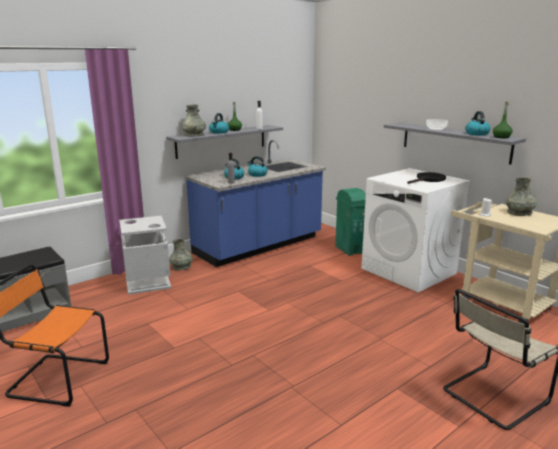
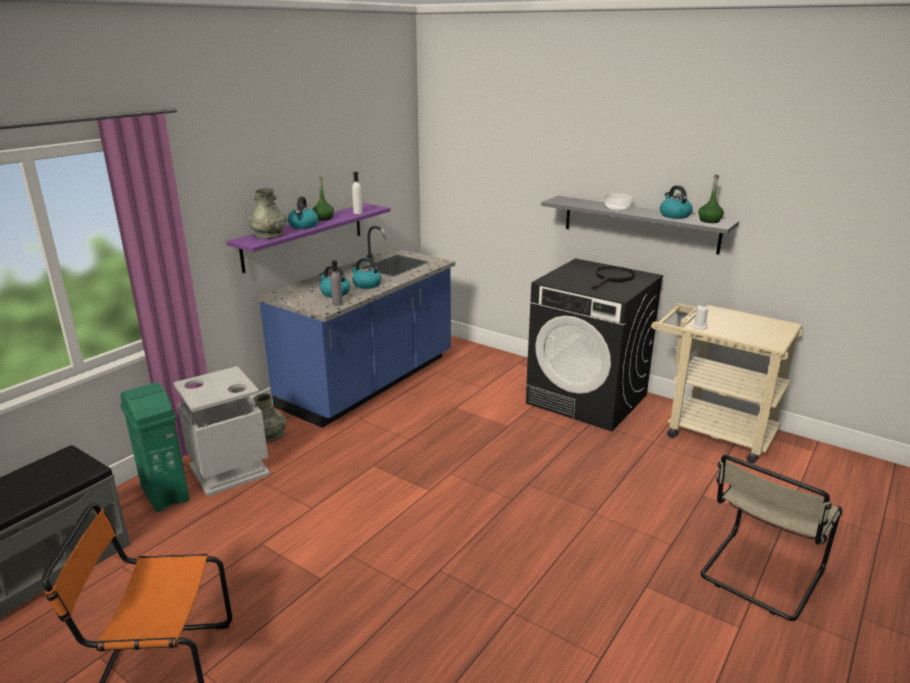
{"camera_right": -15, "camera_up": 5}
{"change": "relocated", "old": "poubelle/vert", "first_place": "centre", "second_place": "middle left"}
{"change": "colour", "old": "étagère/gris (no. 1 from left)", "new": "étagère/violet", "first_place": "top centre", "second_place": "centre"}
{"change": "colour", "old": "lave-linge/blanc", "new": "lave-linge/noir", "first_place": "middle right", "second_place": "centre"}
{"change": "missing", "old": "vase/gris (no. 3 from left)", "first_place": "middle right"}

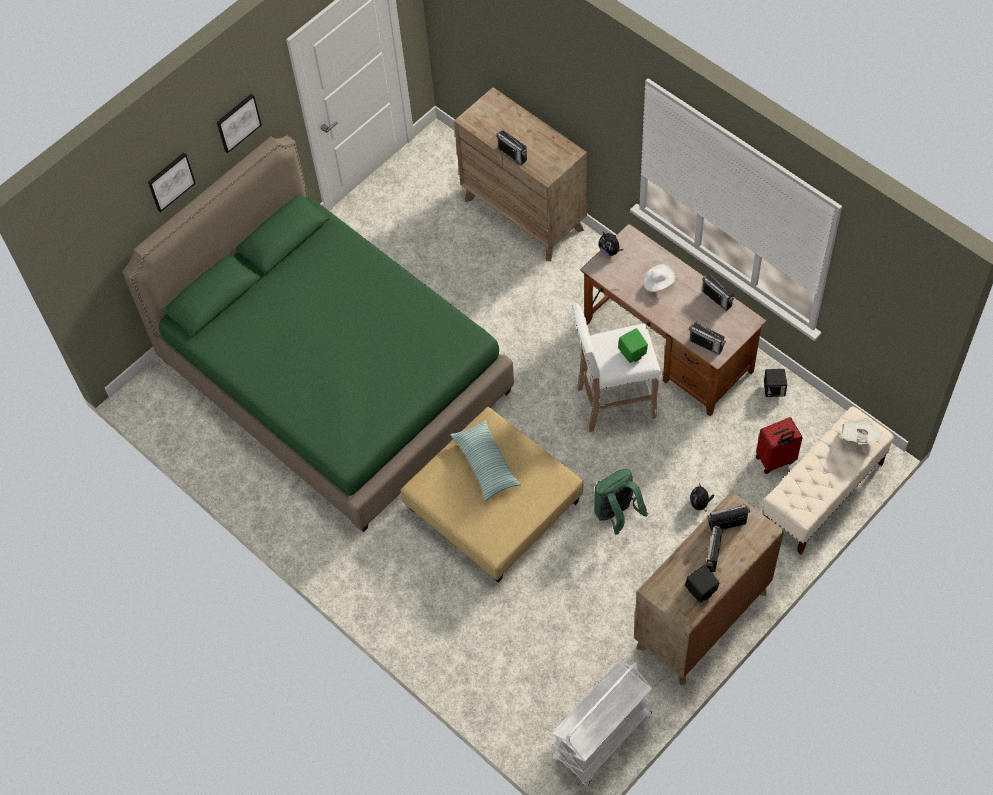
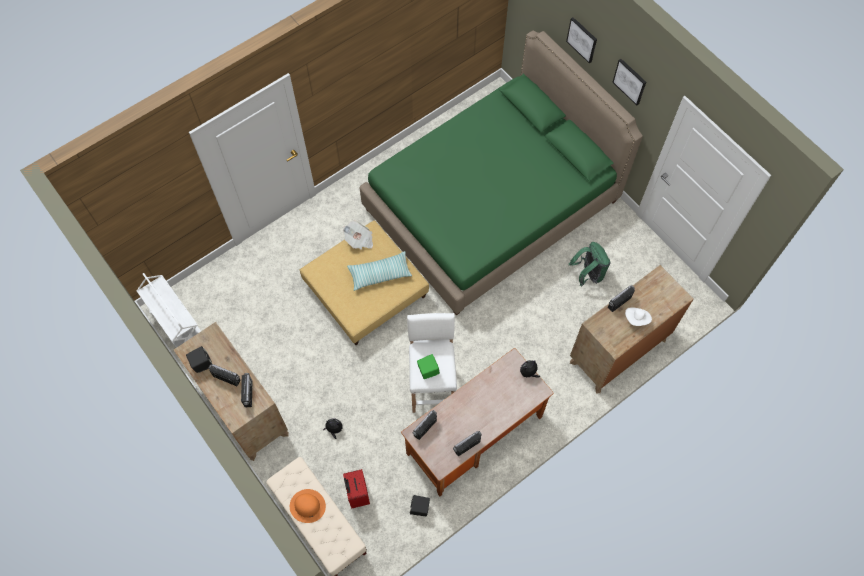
{"camera_right": 95, "camera_up": 5}
{"change": "appeared", "new": "chapeau/orange", "second_place": "bottom centre"}
{"change": "relocated", "old": "journal", "first_place": "middle right", "second_place": "centre"}
{"change": "relocated", "old": "sac à dos/vert", "first_place": "centre", "second_place": "middle right"}
{"change": "relocated", "old": "chapeau/blanc", "first_place": "centre", "second_place": "middle right"}

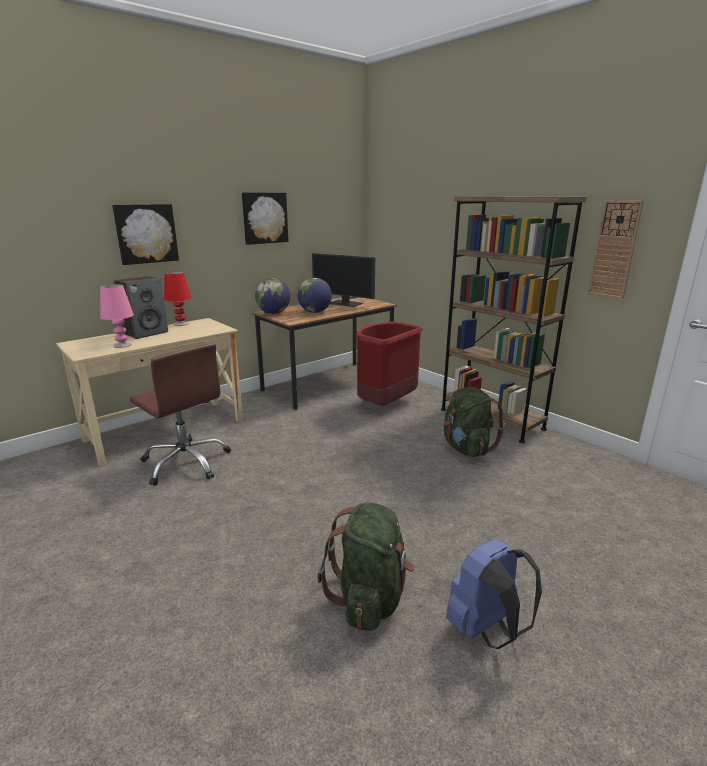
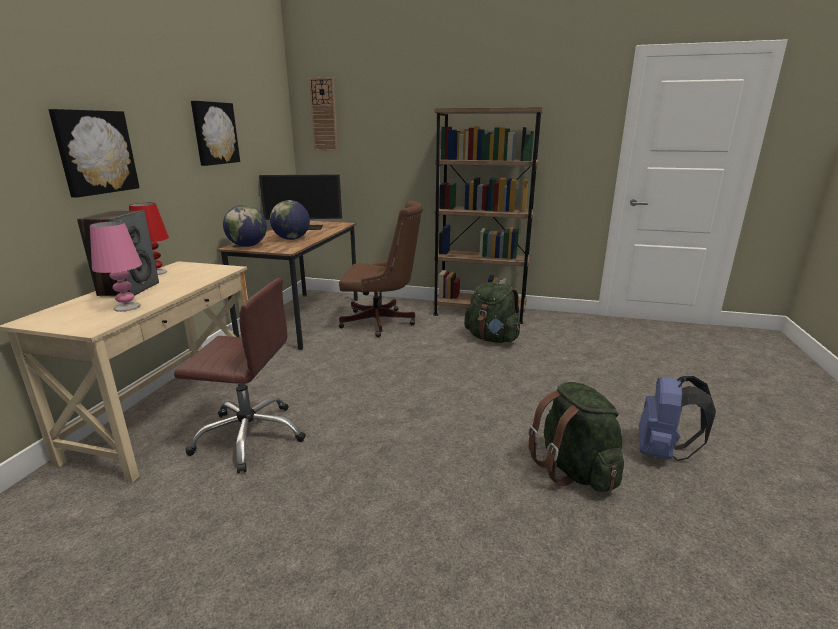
{"camera_right": -35, "camera_up": 0}
{"change": "relocated", "old": "horloge murale", "first_place": "top right", "second_place": "top centre"}
{"change": "exchanged", "old": "poubelle/rouge", "new": "chaise de bureau/marron (no. 2 from left)", "first_place": "centre", "second_place": "centre"}

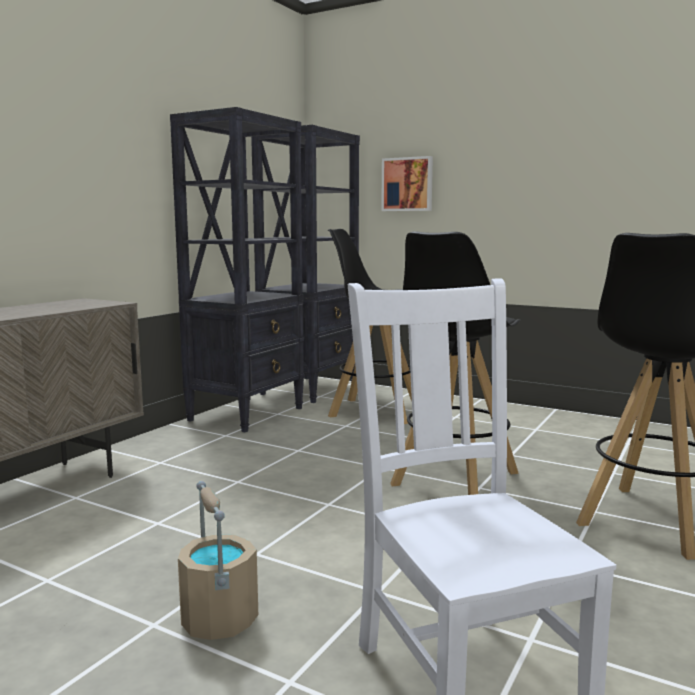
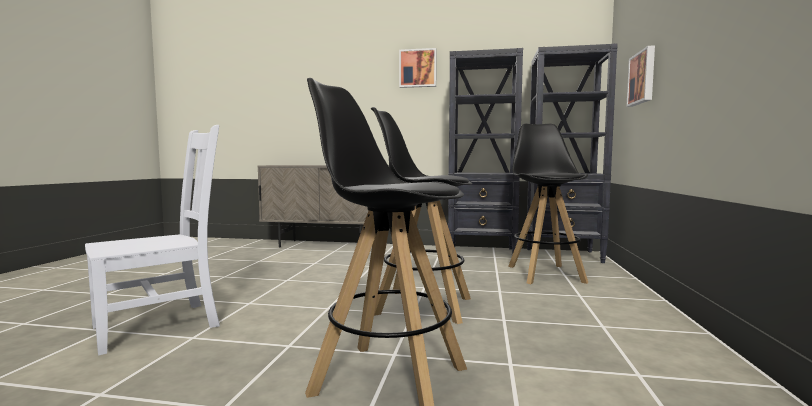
{"camera_right": 70, "camera_up": -5}
{"change": "appeared", "new": "tableau (no. 1 from left)", "second_place": "top centre"}
{"change": "missing", "old": "seau/beige", "first_place": "bottom left"}

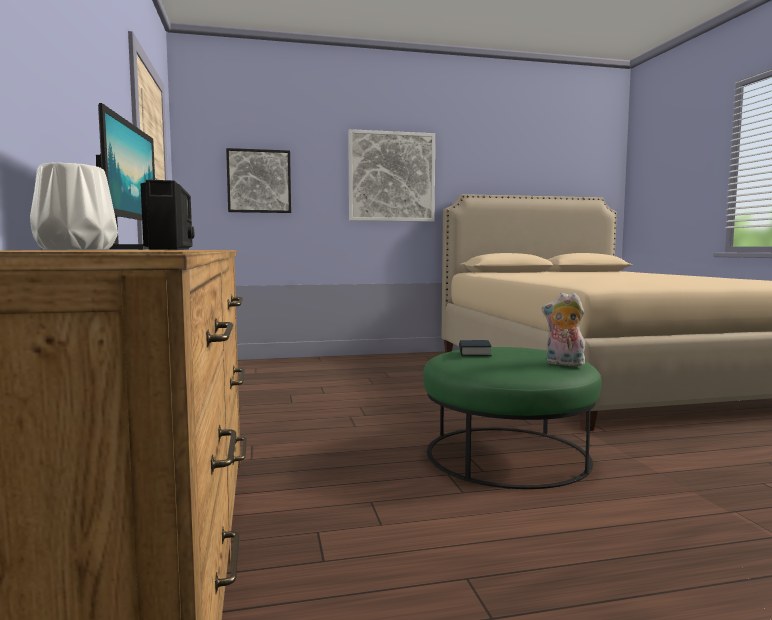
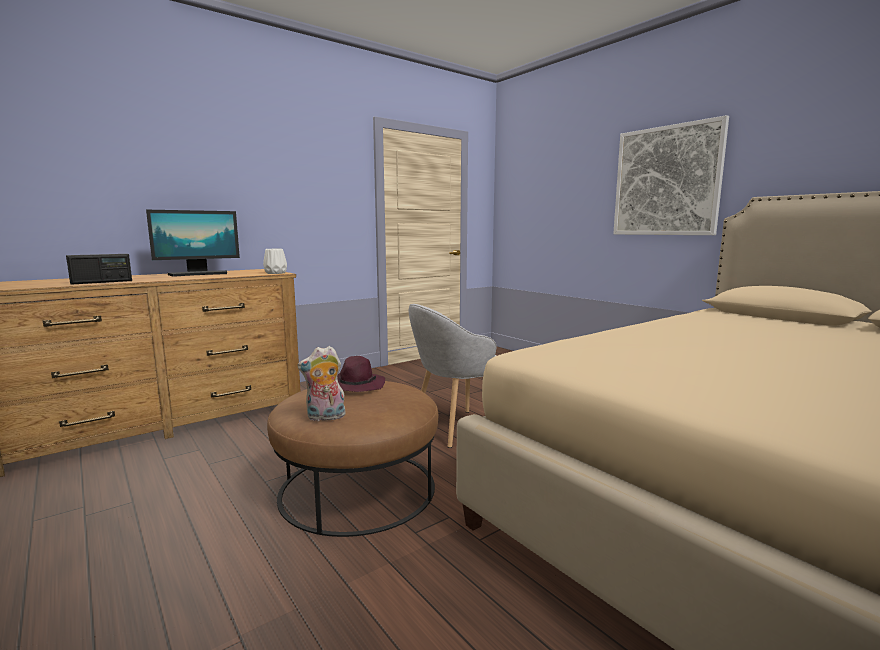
{"camera_right": 65, "camera_up": 5}
{"change": "relocated", "old": "vase/blanc", "first_place": "top left", "second_place": "middle left"}
{"change": "colour", "old": "pouf/vert", "new": "pouf/marron", "first_place": "bottom centre", "second_place": "bottom centre"}
{"change": "spun", "old": "peluche", "first_place": "middle right", "second_place": "centre", "degrees": -105}
{"change": "exchanged", "old": "livre", "new": "chapeau/violet", "first_place": "centre", "second_place": "centre"}
{"change": "appeared", "new": "fauteuil/gris", "second_place": "centre"}
{"change": "missing", "old": "tableau (no. 1 from left)", "first_place": "top centre"}

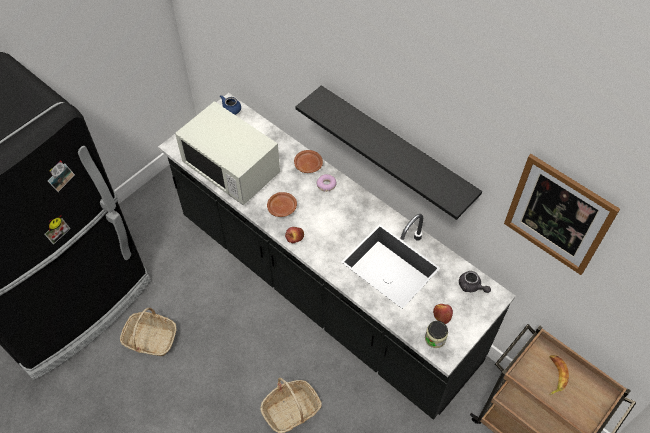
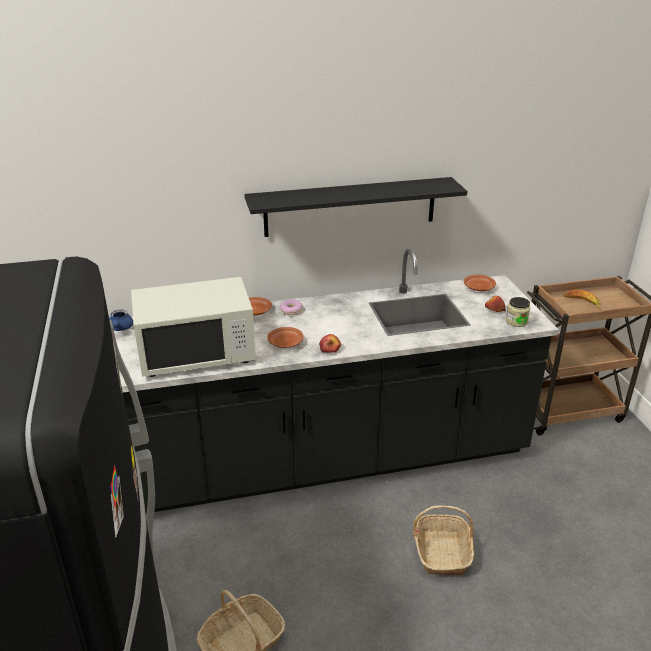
{"camera_right": -55, "camera_up": -25}
{"change": "exchanged", "old": "théière/gris", "new": "assiette/marron (no. 3 from left)", "first_place": "middle right", "second_place": "middle right"}
{"change": "missing", "old": "tableau", "first_place": "middle right"}

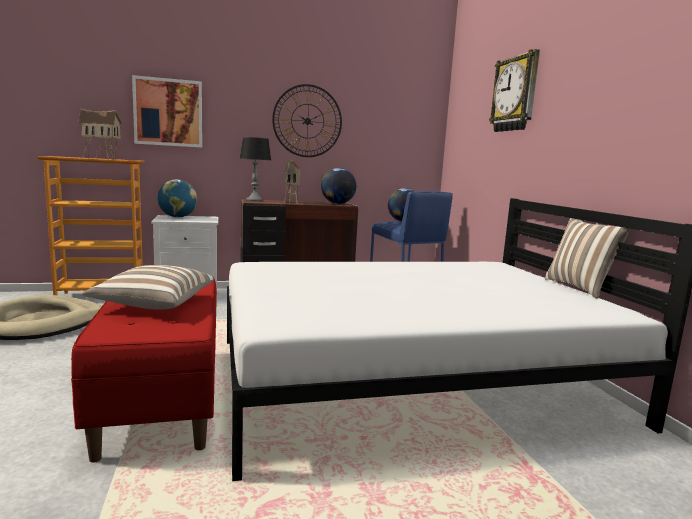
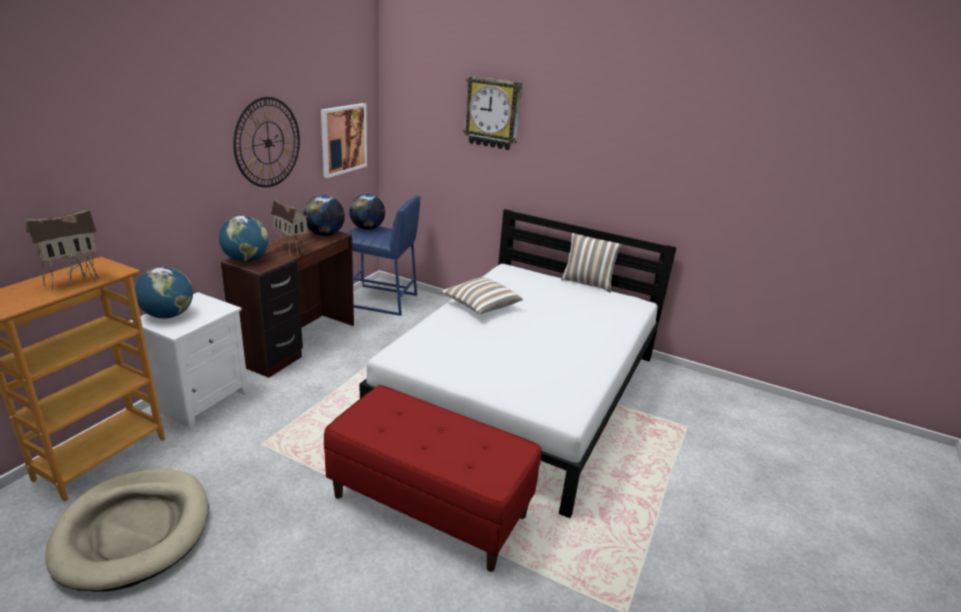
{"camera_right": -50, "camera_up": 15}
{"change": "exchanged", "old": "lampe de table", "new": "globe (no. 2 from left)", "first_place": "top centre", "second_place": "middle left"}
{"change": "relocated", "old": "tableau", "first_place": "top left", "second_place": "top centre"}
{"change": "relocated", "old": "coussin (no. 1 from left)", "first_place": "middle left", "second_place": "centre"}

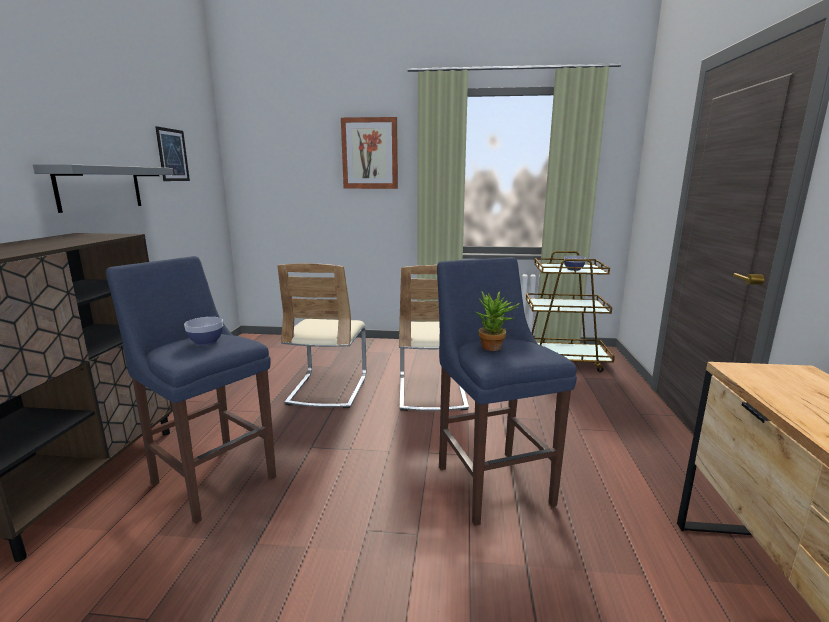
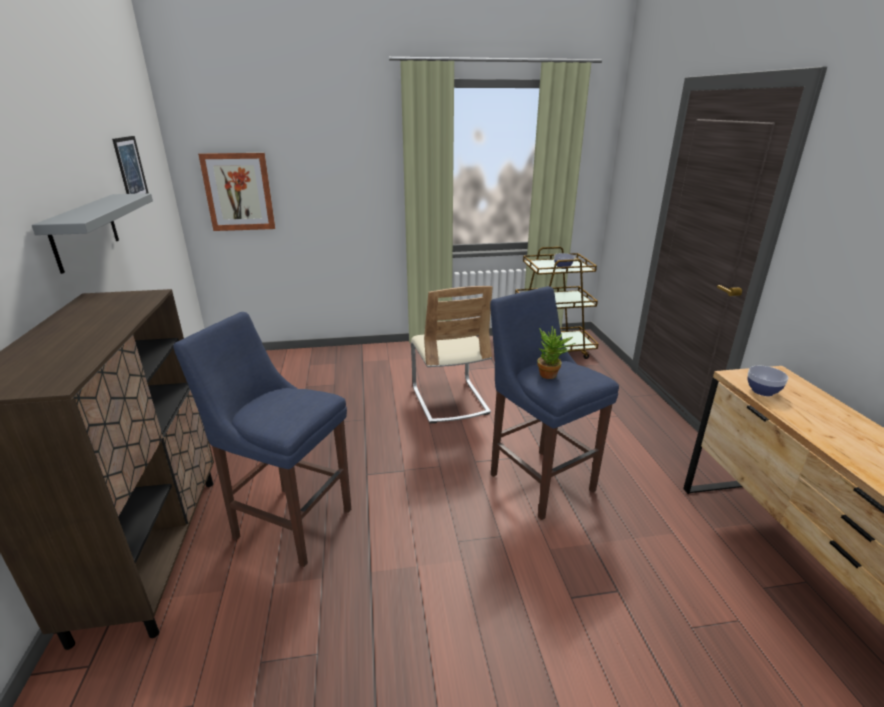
{"camera_right": -15, "camera_up": 10}
{"change": "relocated", "old": "tableau (no. 2 from left)", "first_place": "top centre", "second_place": "top left"}
{"change": "relocated", "old": "bol (no. 1 from left in the first image)", "new": "bol (no. 2 from left)", "first_place": "middle left", "second_place": "middle right"}
{"change": "missing", "old": "chaise/beige (no. 1 from left)", "first_place": "centre"}

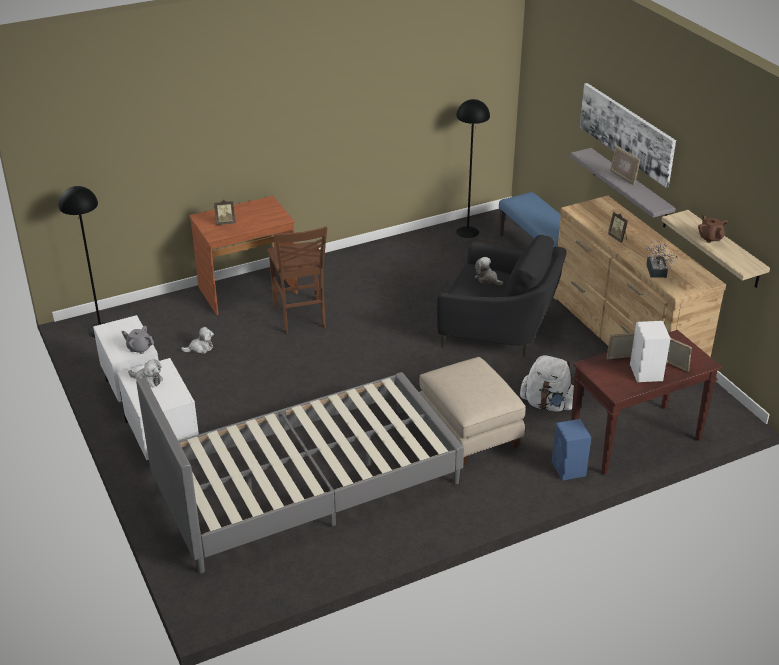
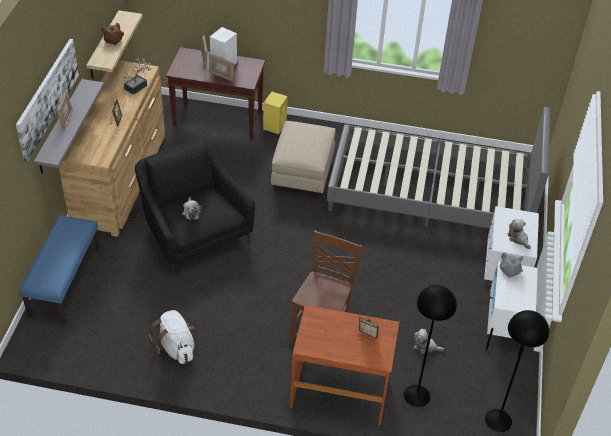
{"camera_right": -145, "camera_up": 10}
{"change": "relocated", "old": "sac à dos/blanc", "first_place": "middle right", "second_place": "bottom left"}
{"change": "colour", "old": "enceinte/bleu", "new": "enceinte/jaune", "first_place": "bottom right", "second_place": "top centre"}
{"change": "relocated", "old": "lampadaire/noir (no. 2 from left in the first image)", "new": "lampadaire/noir (no. 1 from left)", "first_place": "top centre", "second_place": "bottom right"}

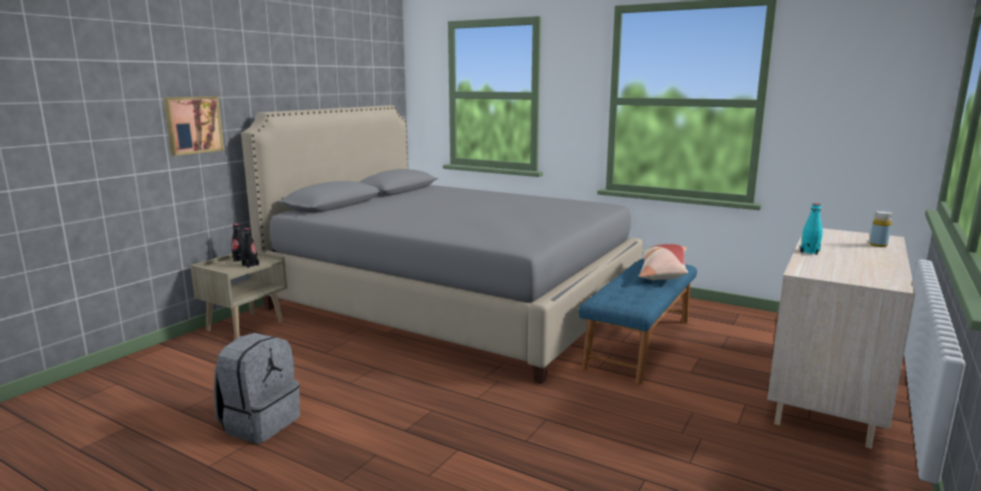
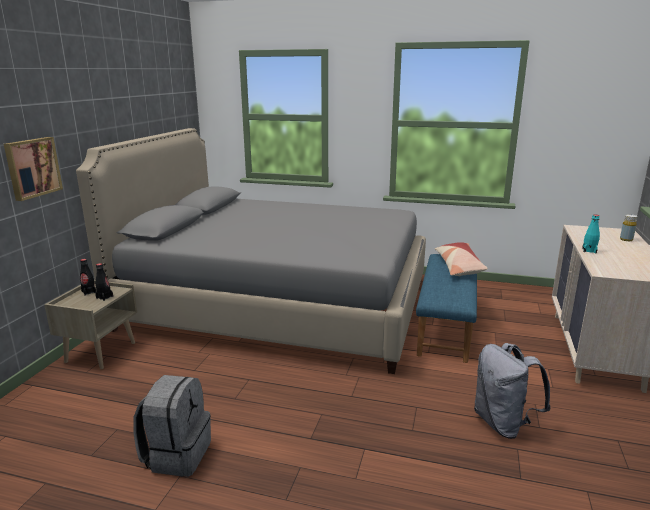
{"camera_right": -15, "camera_up": 5}
{"change": "appeared", "new": "sac à dos/gris (no. 2 from left)", "second_place": "bottom right"}

